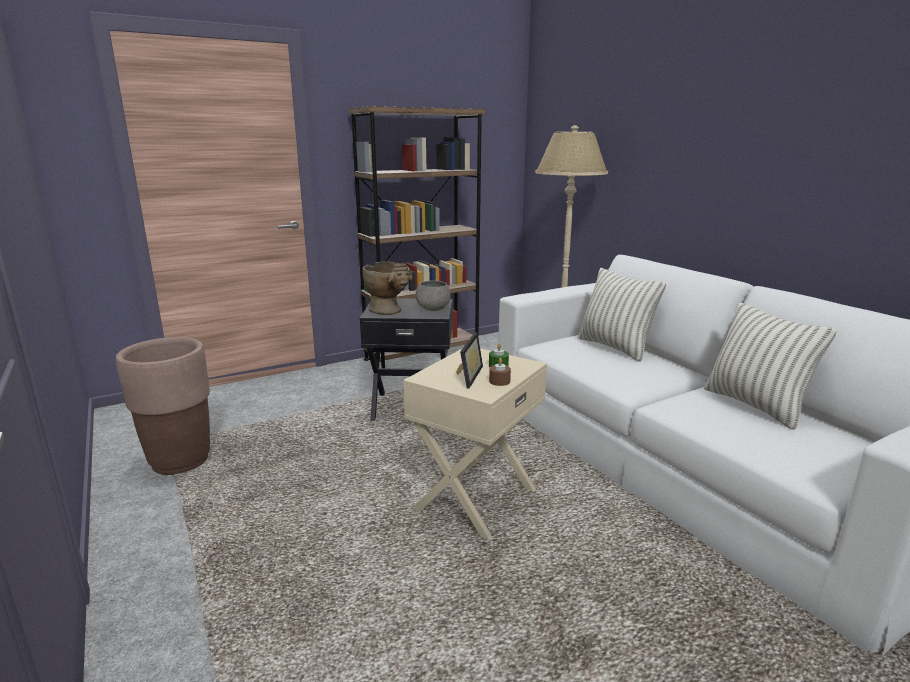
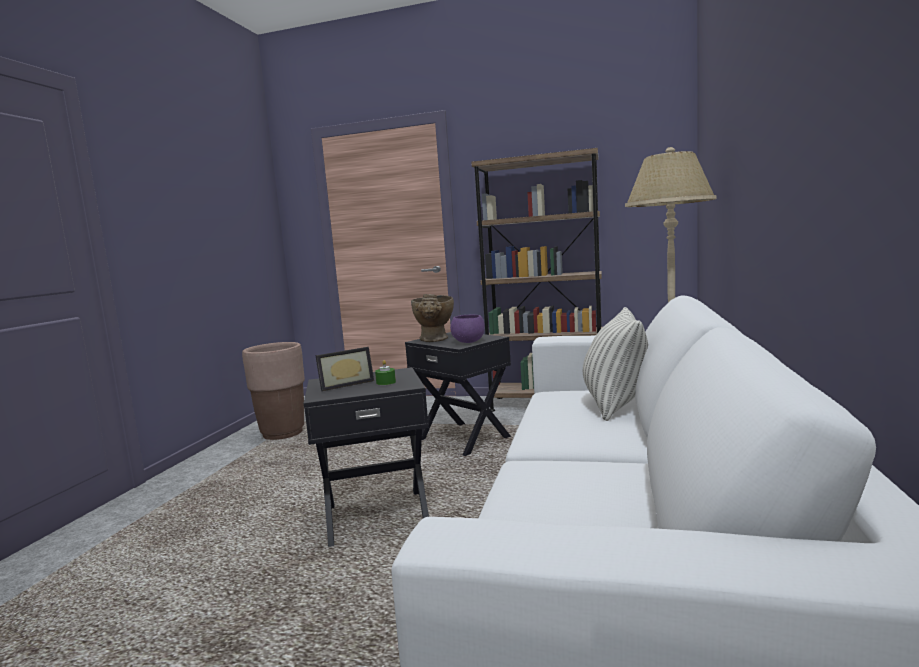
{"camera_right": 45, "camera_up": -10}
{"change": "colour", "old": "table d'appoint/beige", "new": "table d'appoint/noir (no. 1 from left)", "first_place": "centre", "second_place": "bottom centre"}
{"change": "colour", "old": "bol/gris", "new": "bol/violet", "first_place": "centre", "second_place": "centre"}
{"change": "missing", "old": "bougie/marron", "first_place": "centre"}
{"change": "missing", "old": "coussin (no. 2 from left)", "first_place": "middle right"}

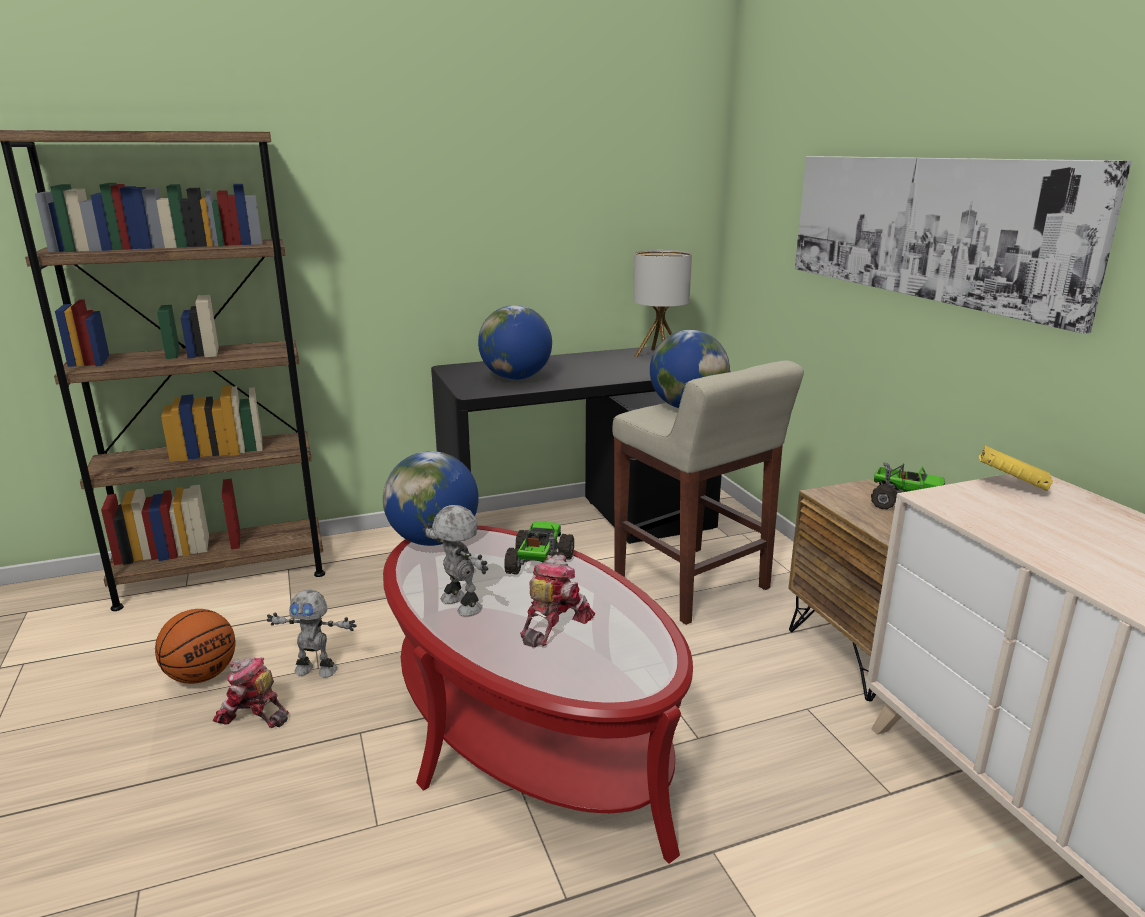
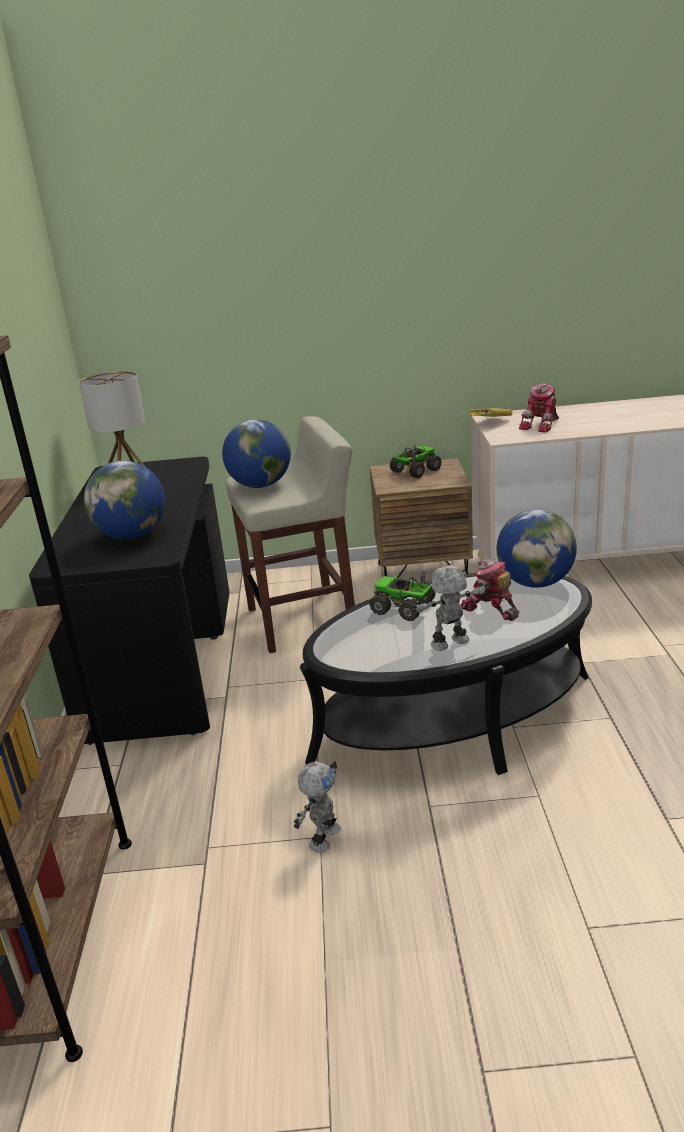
{"camera_right": -70, "camera_up": 5}
{"change": "colour", "old": "table basse/rouge", "new": "table basse/noir", "first_place": "bottom centre", "second_place": "centre"}
{"change": "relocated", "old": "globe (no. 1 from left in the first image)", "new": "globe (no. 3 from left)", "first_place": "centre", "second_place": "middle right"}
{"change": "relocated", "old": "robot jouet (no. 1 from left in the first image)", "new": "robot jouet (no. 4 from left)", "first_place": "bottom left", "second_place": "middle right"}
{"change": "missing", "old": "ballon de basket", "first_place": "bottom left"}
{"change": "missing", "old": "tableau", "first_place": "top right"}

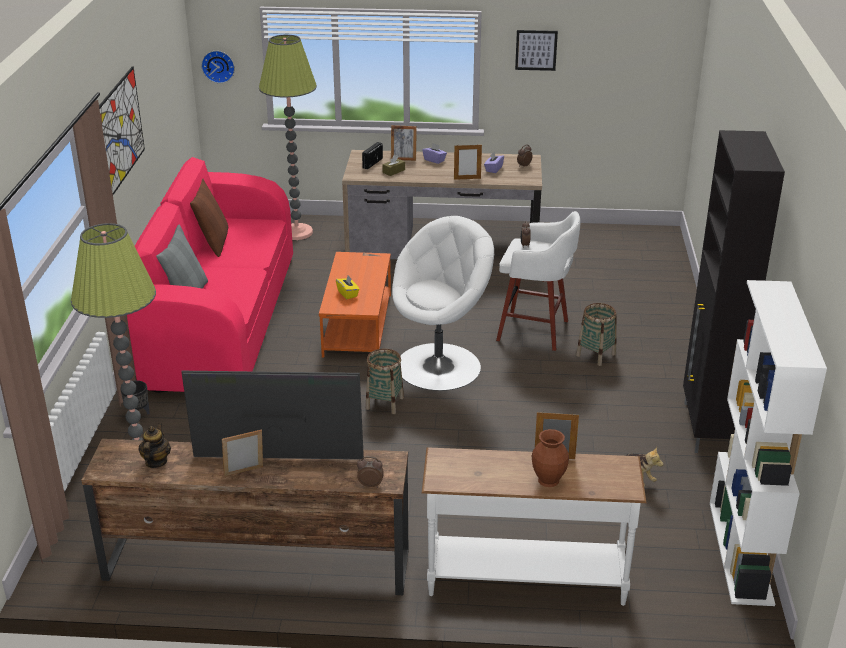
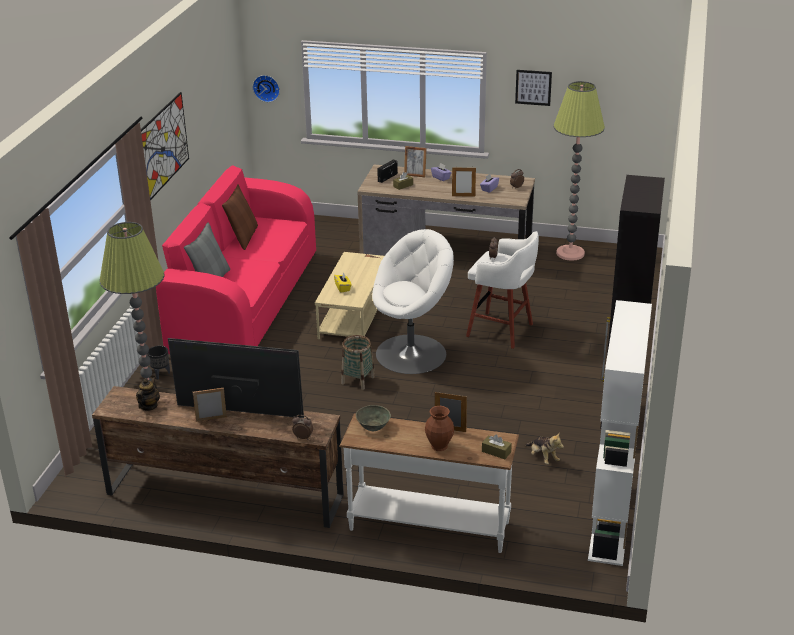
{"camera_right": 10, "camera_up": 0}
{"change": "colour", "old": "table basse/orange", "new": "table basse/beige", "first_place": "centre", "second_place": "centre"}
{"change": "appeared", "new": "bol/gris", "second_place": "centre"}
{"change": "appeared", "new": "boîte à mouchoirs/marron (no. 2 from left)", "second_place": "bottom centre"}
{"change": "relocated", "old": "lampadaire (no. 2 from left)", "first_place": "top centre", "second_place": "top right"}
{"change": "missing", "old": "panier (no. 2 from left)", "first_place": "middle right"}

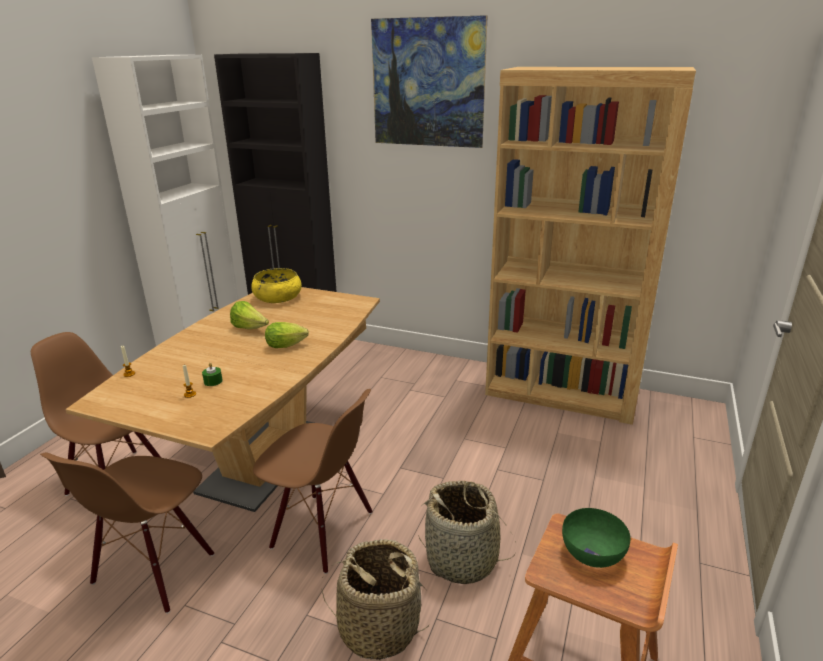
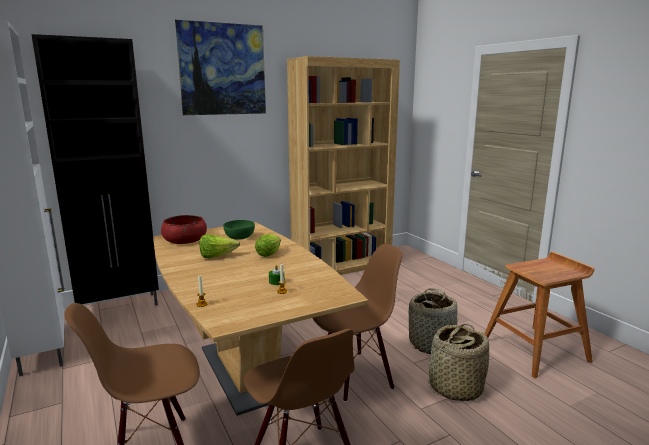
{"camera_right": -50, "camera_up": -10}
{"change": "colour", "old": "bol/jaune", "new": "bol/rouge", "first_place": "centre", "second_place": "middle left"}
{"change": "relocated", "old": "bol/vert", "first_place": "bottom right", "second_place": "centre"}

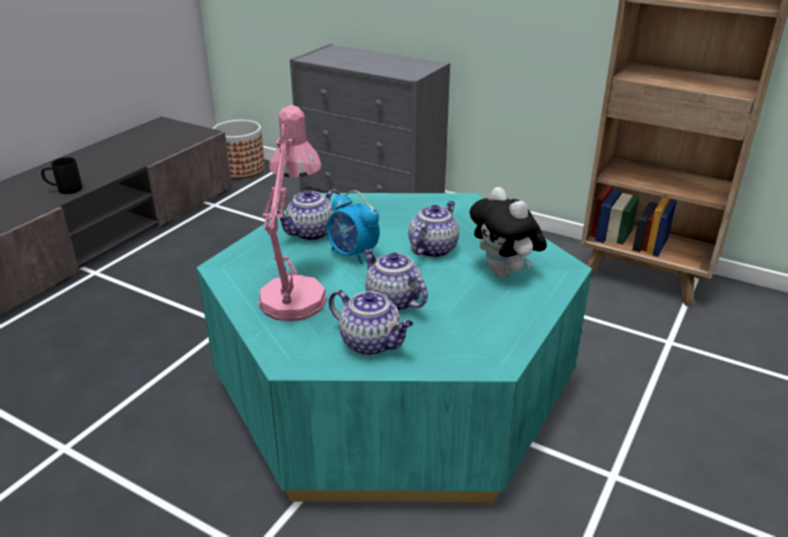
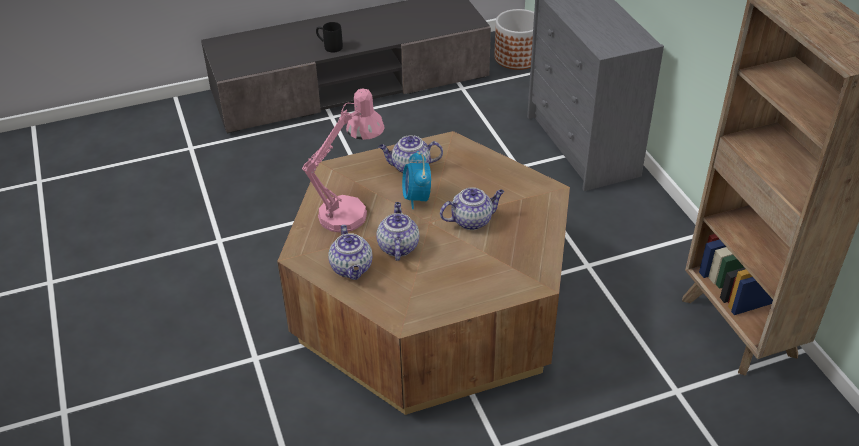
{"camera_right": 40, "camera_up": 10}
{"change": "colour", "old": "table basse/turquoise", "new": "table basse/marron", "first_place": "centre", "second_place": "centre"}
{"change": "missing", "old": "peluche", "first_place": "centre"}

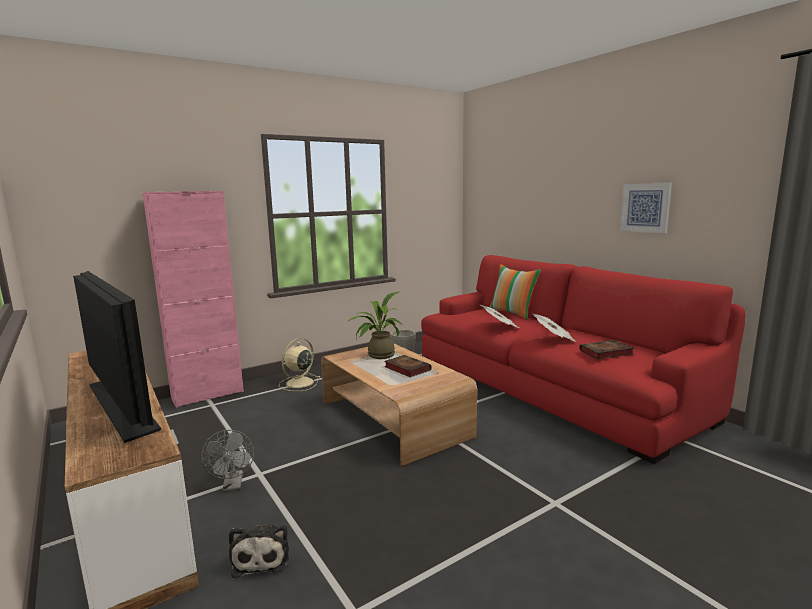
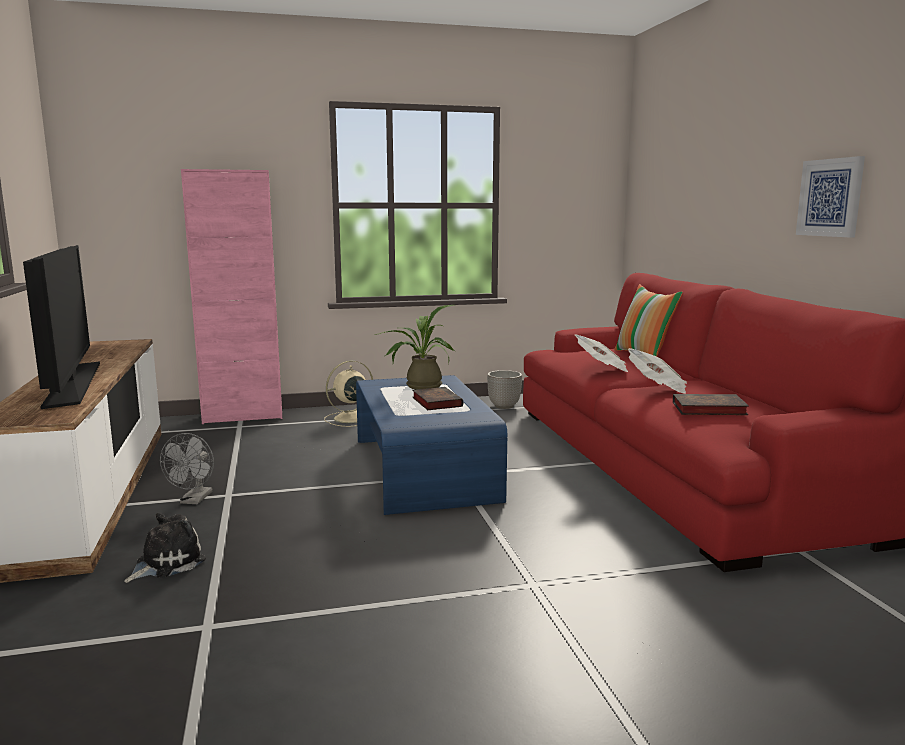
{"camera_right": 20, "camera_up": 0}
{"change": "spun", "old": "peluche", "first_place": "bottom left", "second_place": "bottom left", "degrees": -150}
{"change": "colour", "old": "table basse/marron", "new": "table basse/bleu", "first_place": "centre", "second_place": "centre"}

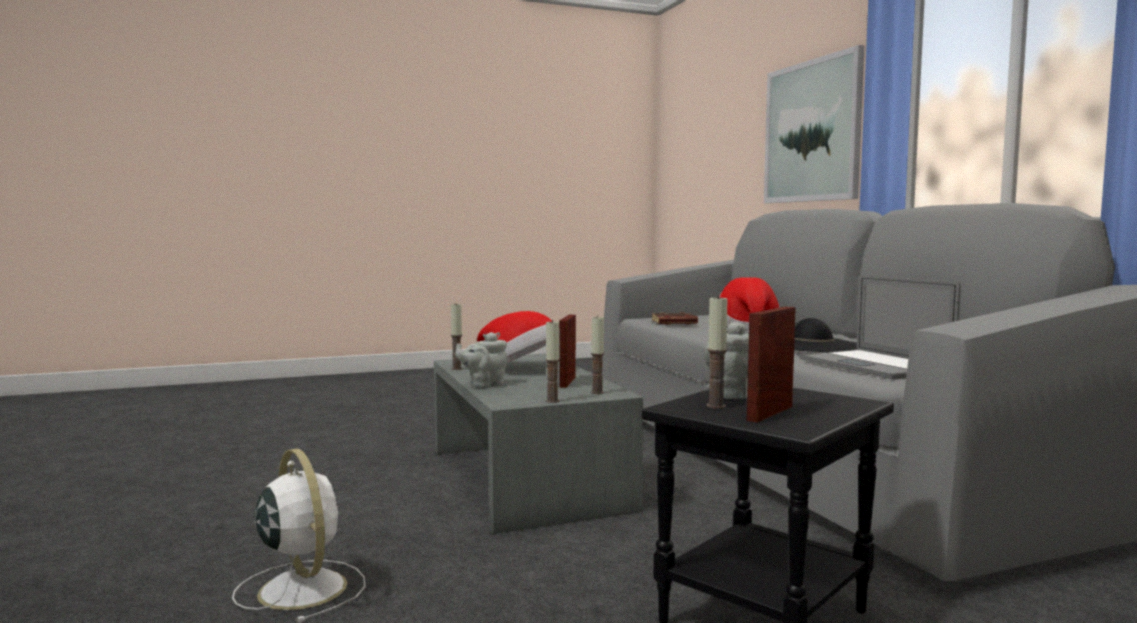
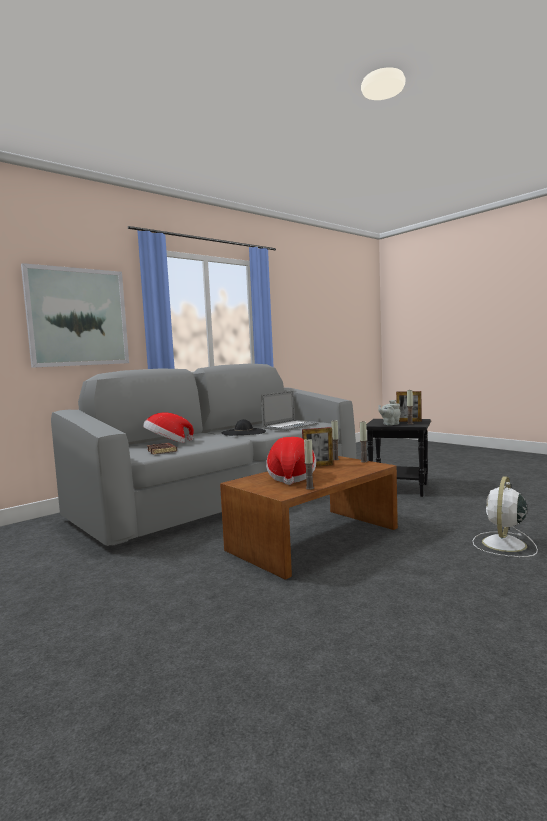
{"camera_right": -110, "camera_up": 0}
{"change": "colour", "old": "table basse/gris", "new": "table basse/marron", "first_place": "bottom centre", "second_place": "centre"}
{"change": "missing", "old": "théière/gris (no. 1 from left)", "first_place": "centre"}

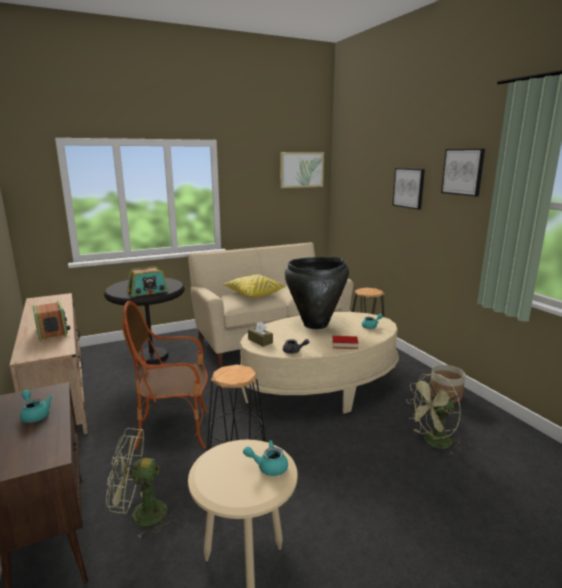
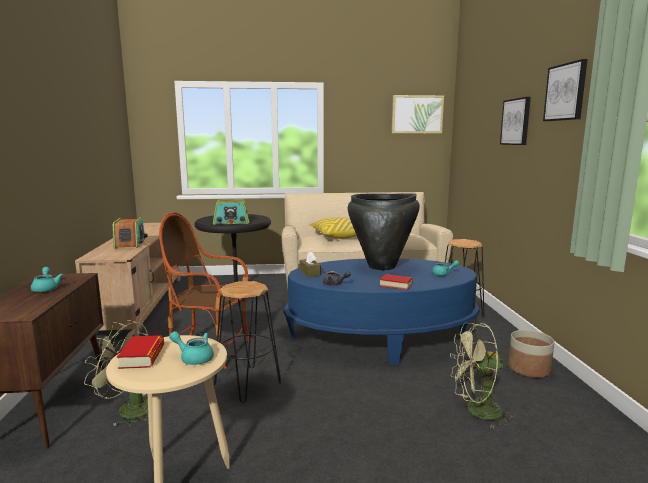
{"camera_right": 20, "camera_up": -5}
{"change": "appeared", "new": "livre (no. 1 from left)", "second_place": "bottom left"}
{"change": "colour", "old": "table basse/beige", "new": "table basse/bleu", "first_place": "centre", "second_place": "centre"}

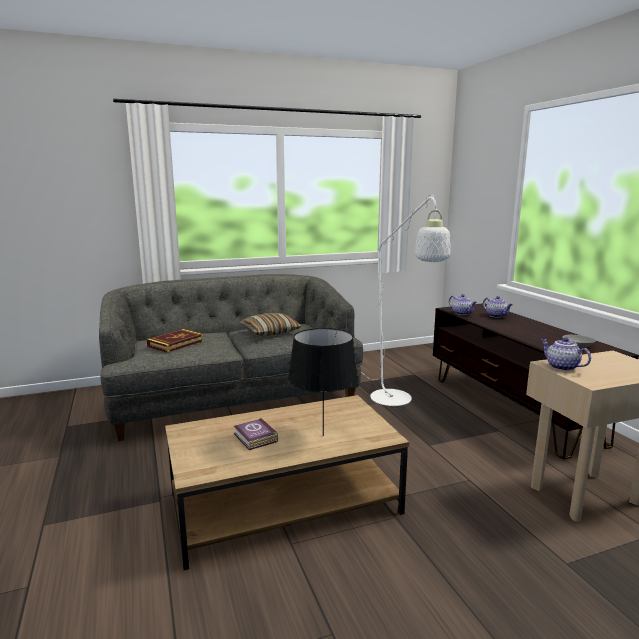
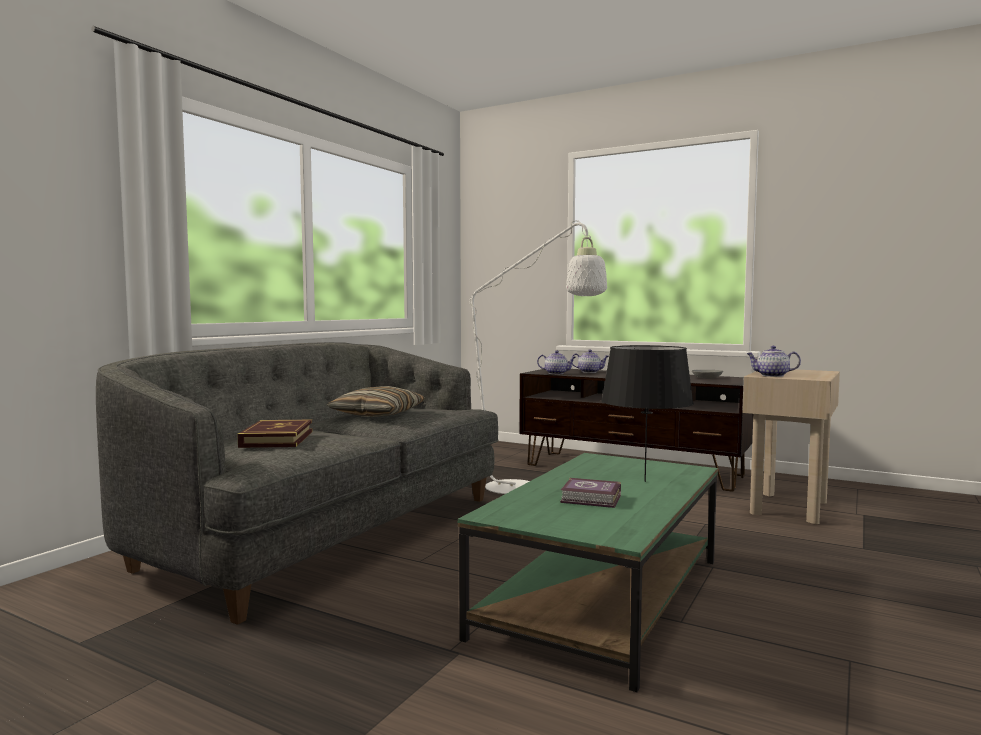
{"camera_right": -40, "camera_up": -10}
{"change": "colour", "old": "table basse/marron", "new": "table basse/vert", "first_place": "bottom centre", "second_place": "bottom centre"}

